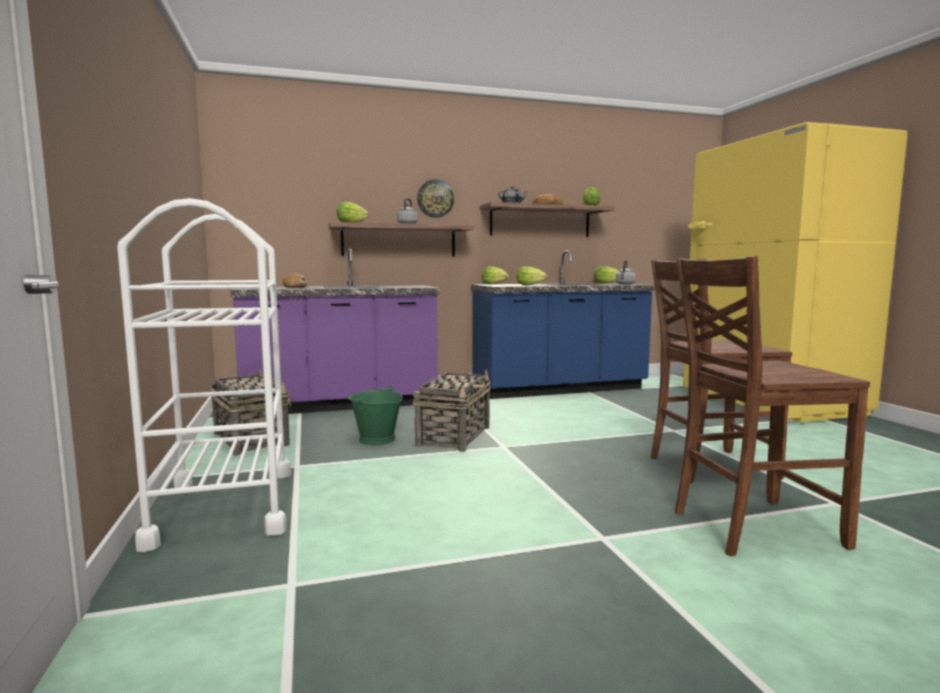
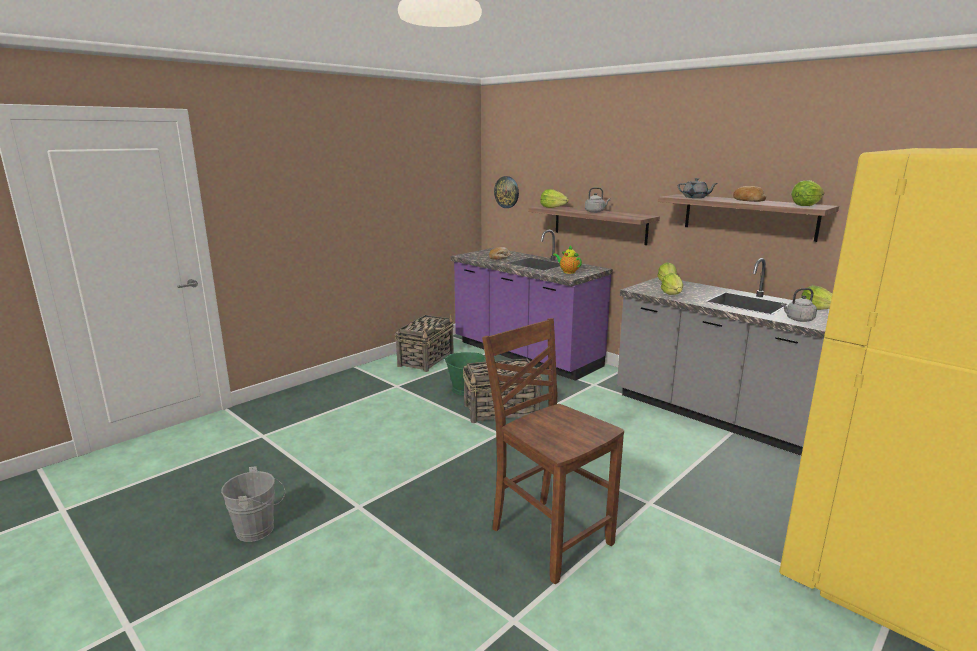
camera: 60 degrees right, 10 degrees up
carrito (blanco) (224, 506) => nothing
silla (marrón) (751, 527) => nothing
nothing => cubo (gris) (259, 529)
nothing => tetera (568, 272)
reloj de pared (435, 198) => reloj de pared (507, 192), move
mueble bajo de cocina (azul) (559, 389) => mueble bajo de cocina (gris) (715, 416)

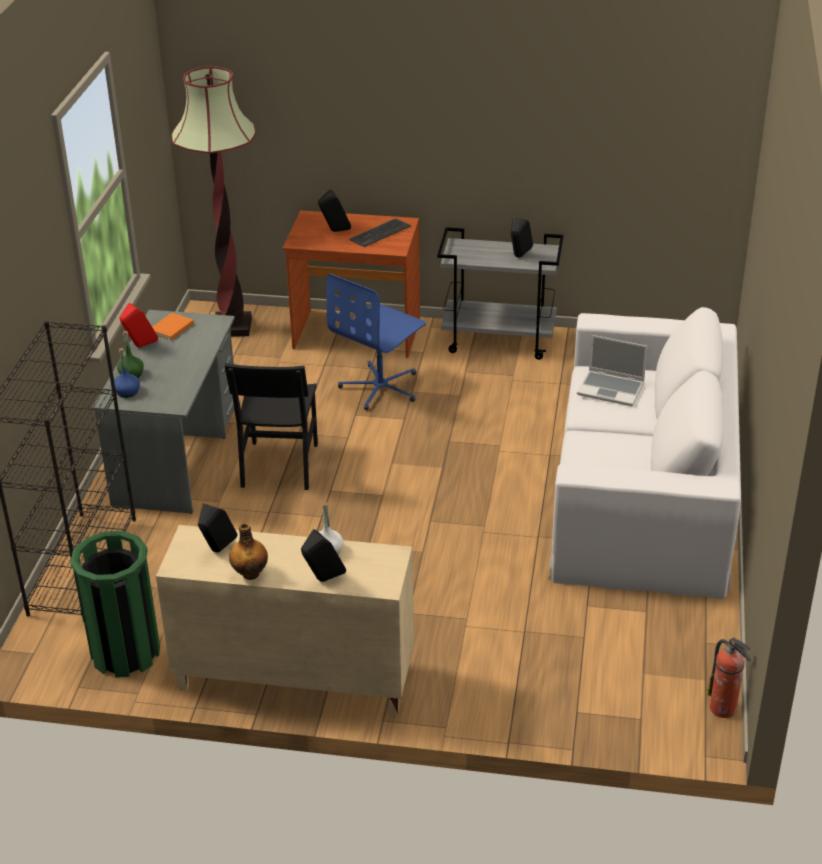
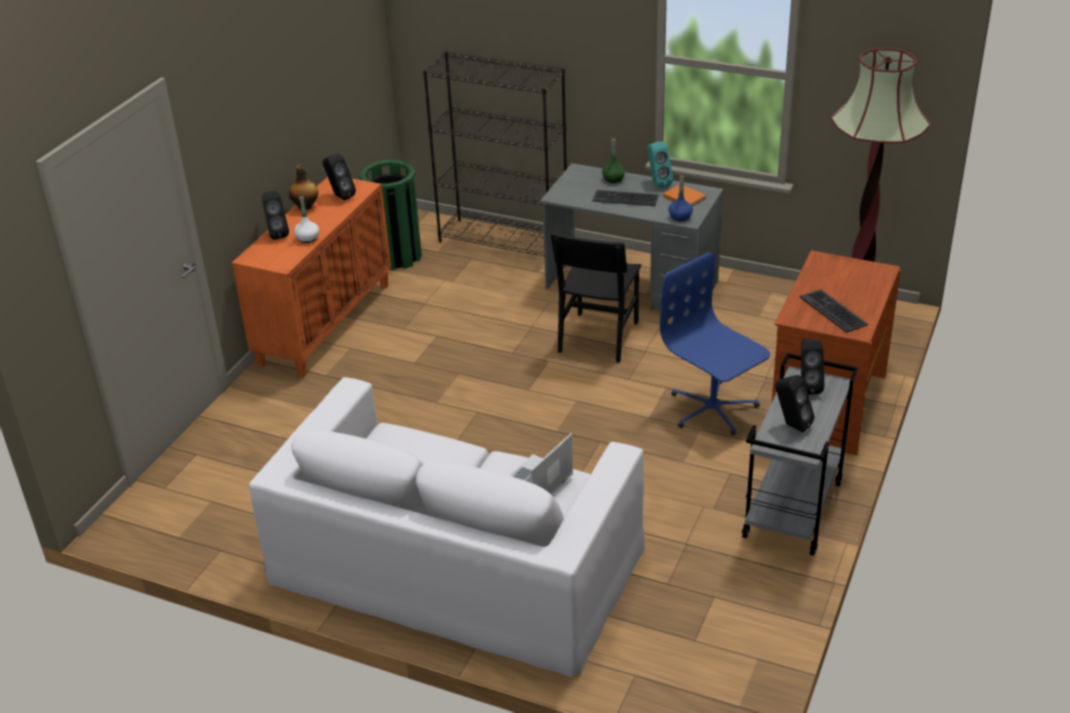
camera: 105 degrees right, 0 degrees up
extintor (724, 709) => nothing
nothing => teclado (625, 198)
botella (azul) (127, 392) => botella (azul) (680, 217), move
altavoz (negro) (335, 231) => altavoz (negro) (807, 386), move
altavoz (rojo) (140, 347) => altavoz (turquesa) (657, 183)
armario (beis) (293, 678) => armario (naranja) (325, 323)
silla (negro) (279, 465) => silla (negro) (598, 337), 90 degrees counterclockwise

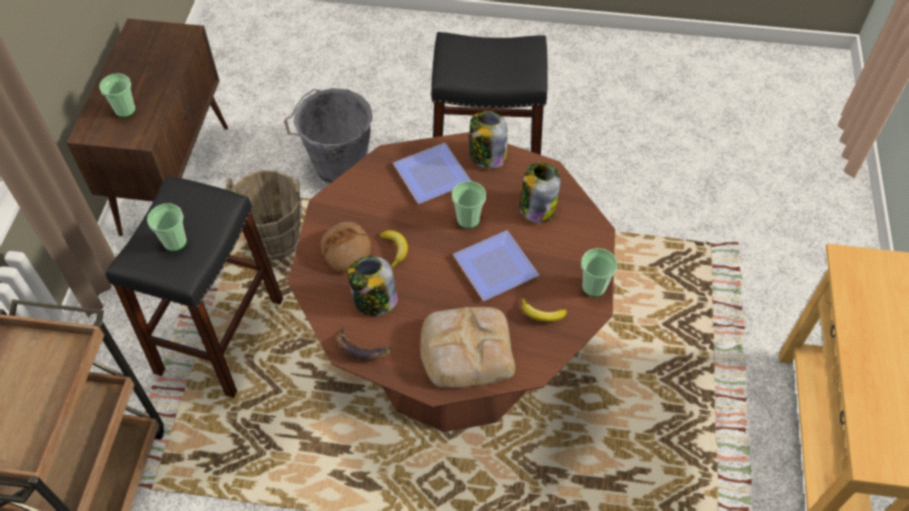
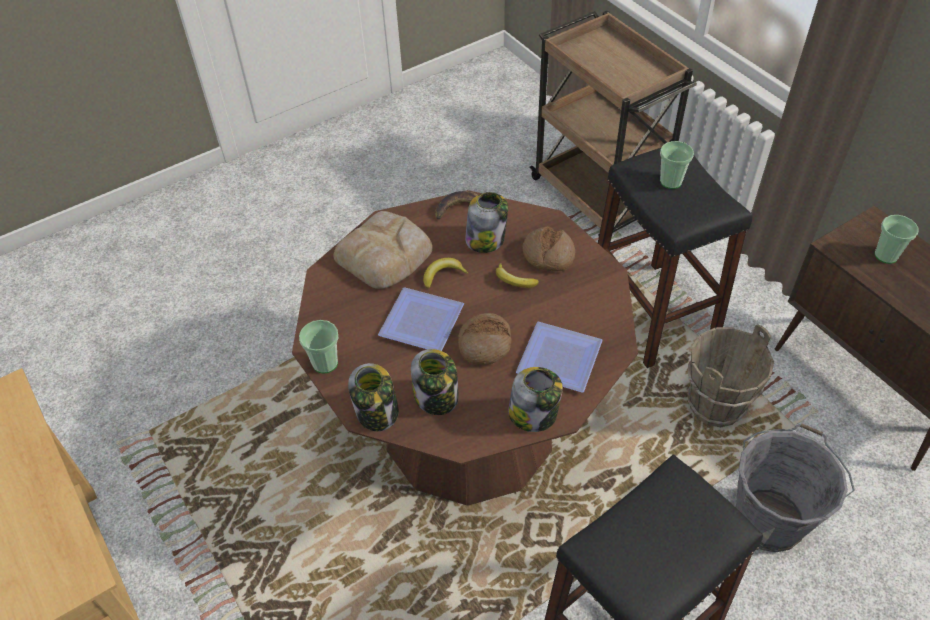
camera: 140 degrees right, 5 degrees down
nothing => tarro (377, 412)
plátano (541, 314) => plátano (443, 275), move
taza (468, 219) => pan (484, 344)

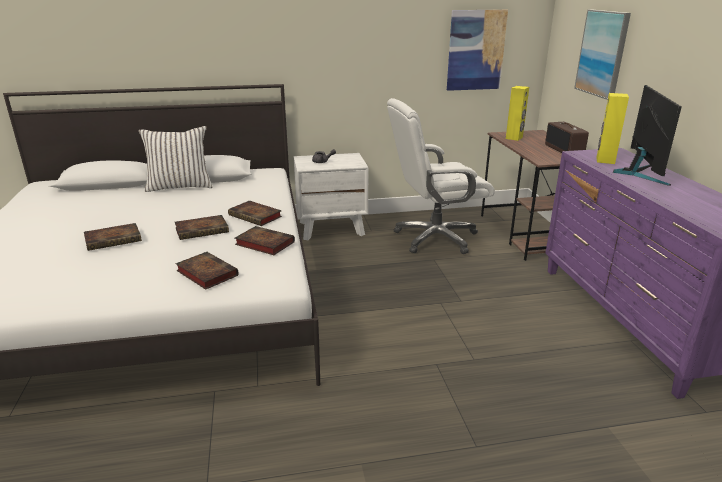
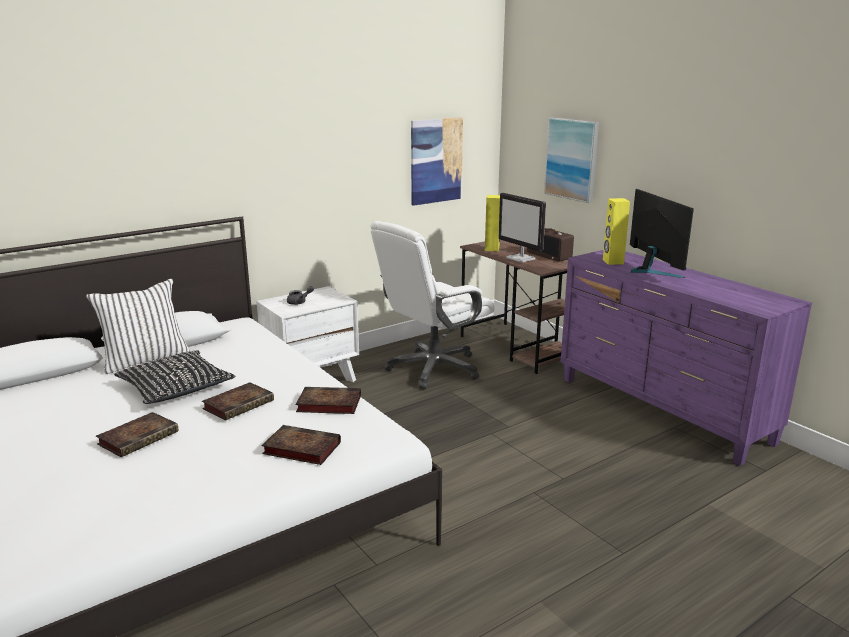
camera: 25 degrees left, 5 degrees down
libro (256, 216) => nothing
nothing => cojín (negro) (175, 387)
nothing => monitor (521, 258)

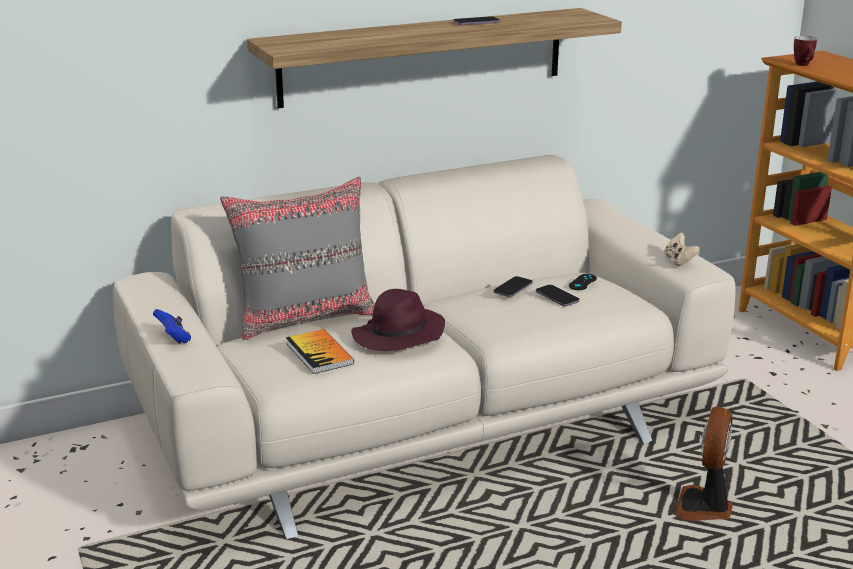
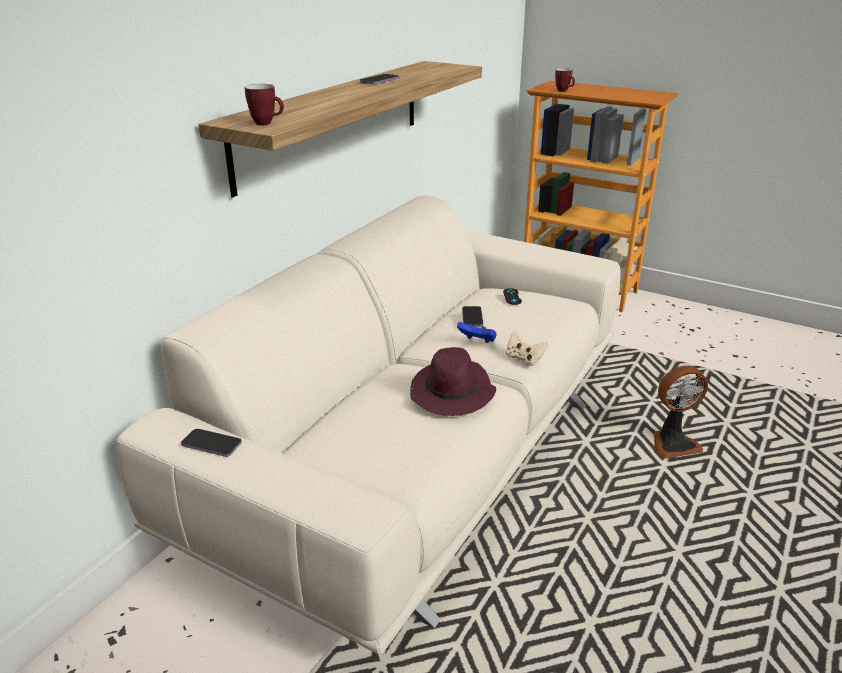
camera: 35 degrees left, 5 degrees up
cojín (gris) (305, 317) => nothing
libro (319, 353) => nothing
nothing => taza grande (267, 123)
mando de consola (azul) (174, 339) => mando de consola (azul) (477, 341), move
móvil (557, 297) => móvil (211, 444), move
mando de consola (beis) (679, 261) => mando de consola (beis) (524, 359), move
ventilador (704, 507) => ventilador (672, 444), 90 degrees counterclockwise

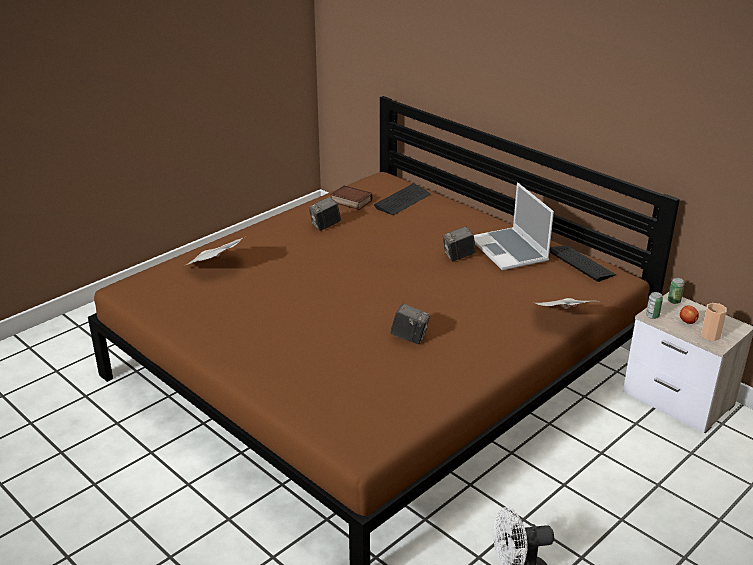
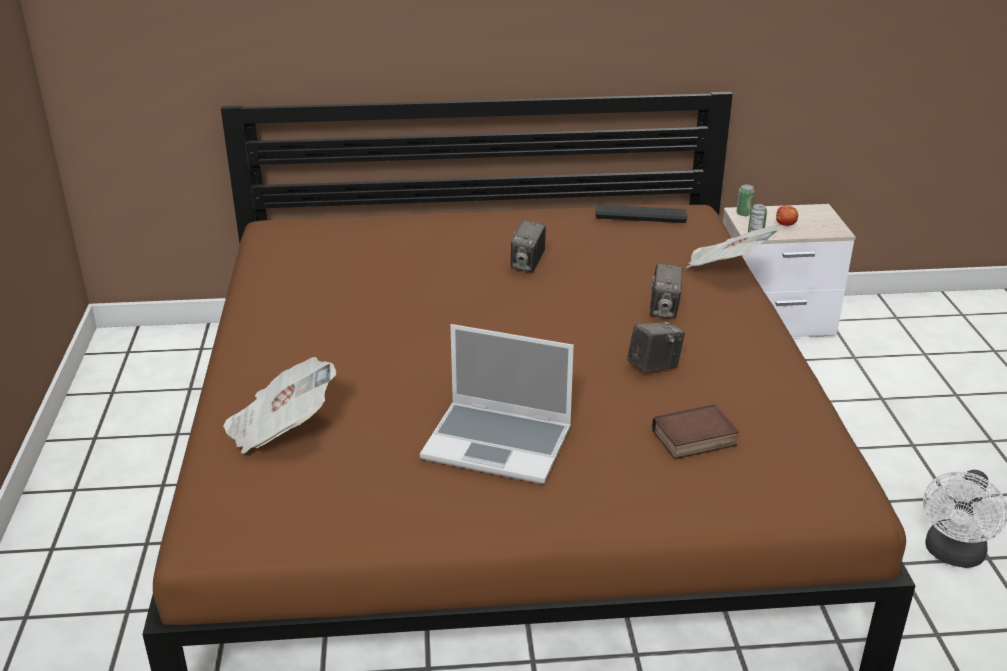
camera: 50 degrees left, 0 degrees up
teclado (402, 201) => nothing
taza (710, 335) => nothing
cámara (325, 226) => cámara (664, 310), move
libro (350, 201) => libro (694, 440), move
portátil (510, 251) => portátil (500, 443), move

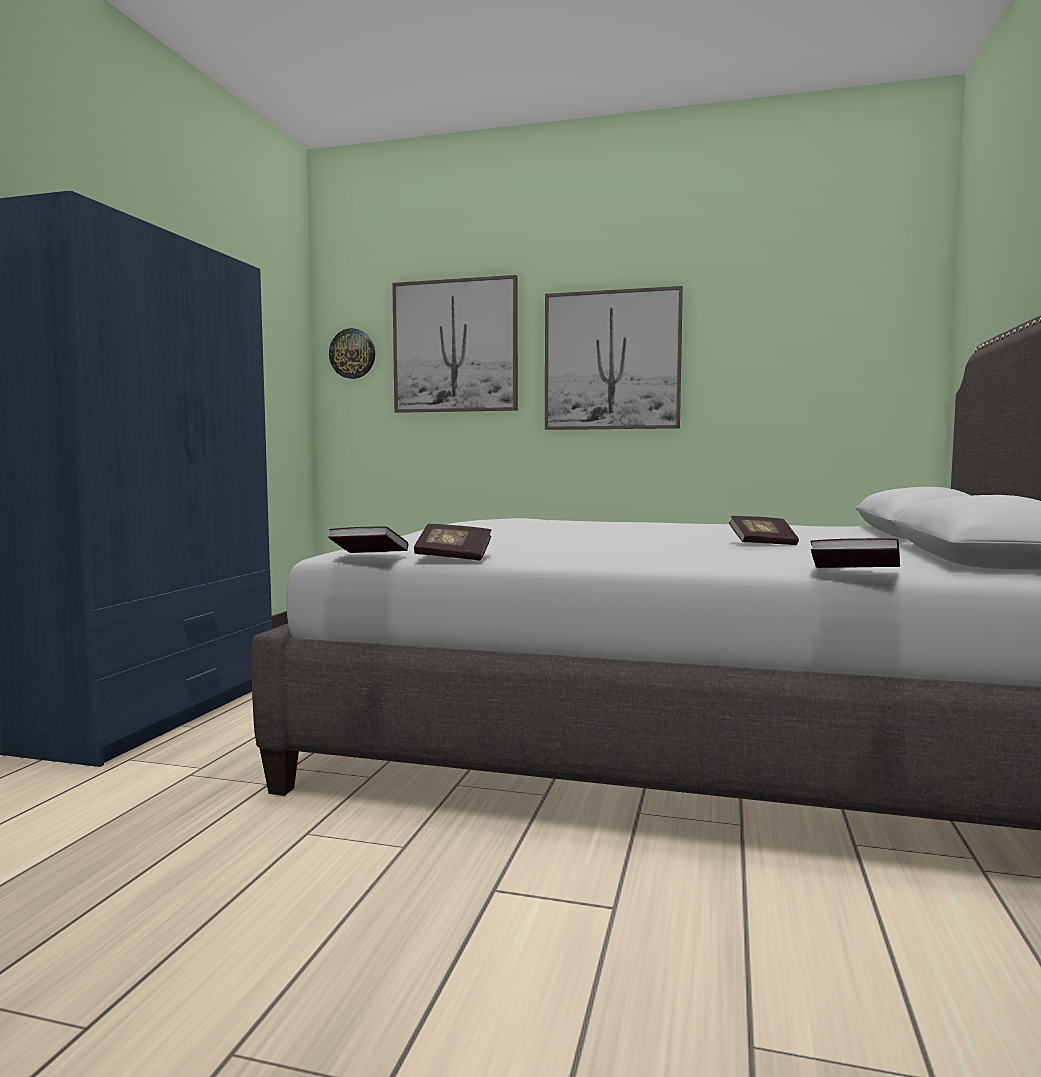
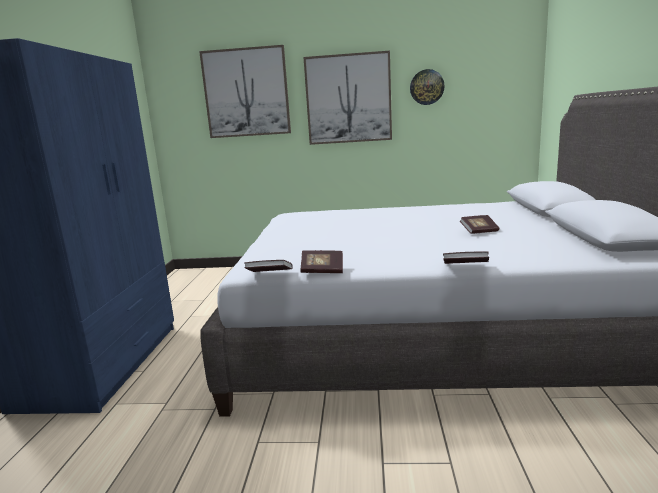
camera: 10 degrees left, 10 degrees up
reloj de pared (352, 353) => reloj de pared (426, 87), move
libro (854, 572) => libro (465, 267), move

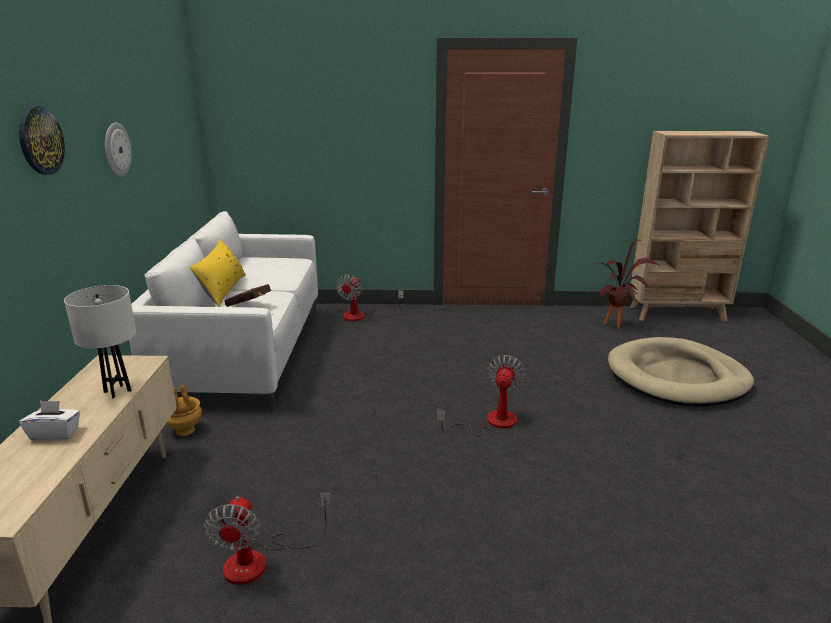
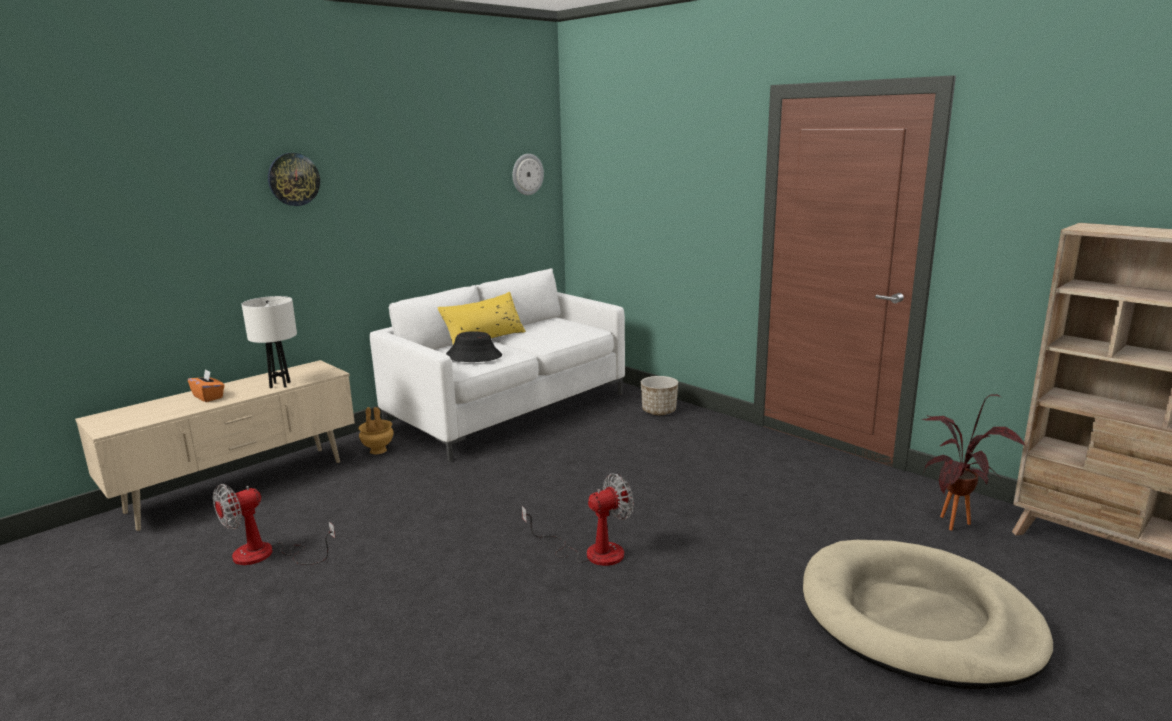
camera: 45 degrees right, 5 degrees down
reloj de pared (116, 149) => reloj de pared (527, 174), move
libro (rojo) (250, 306) => sombrero (negro) (473, 356)
ventilador (362, 316) => maceta (659, 411)
caja de pañuelos (blanco) (55, 434) => caja de pañuelos (naranja) (208, 397)

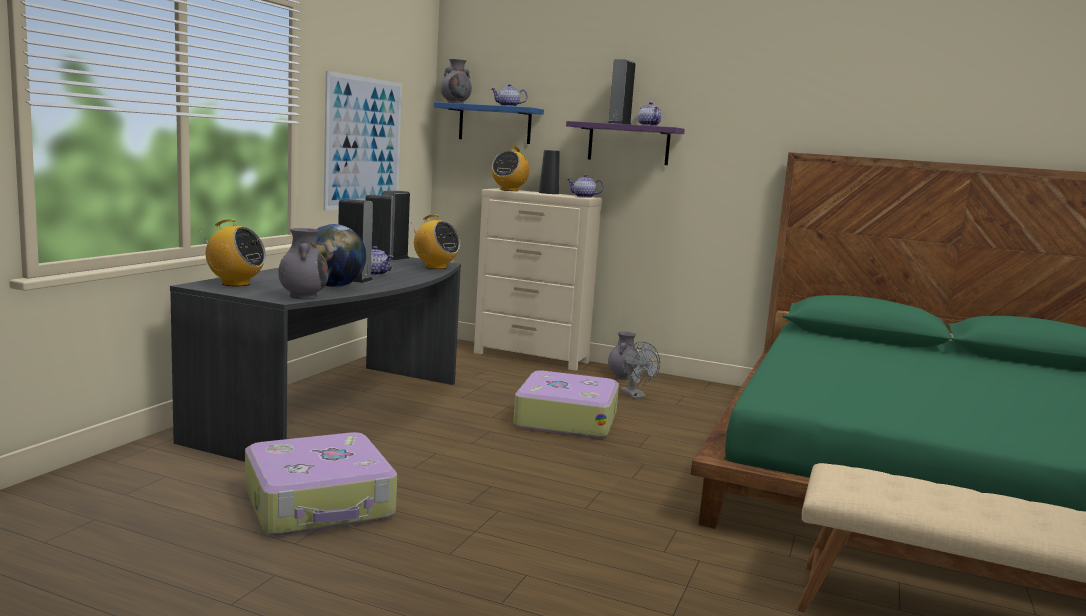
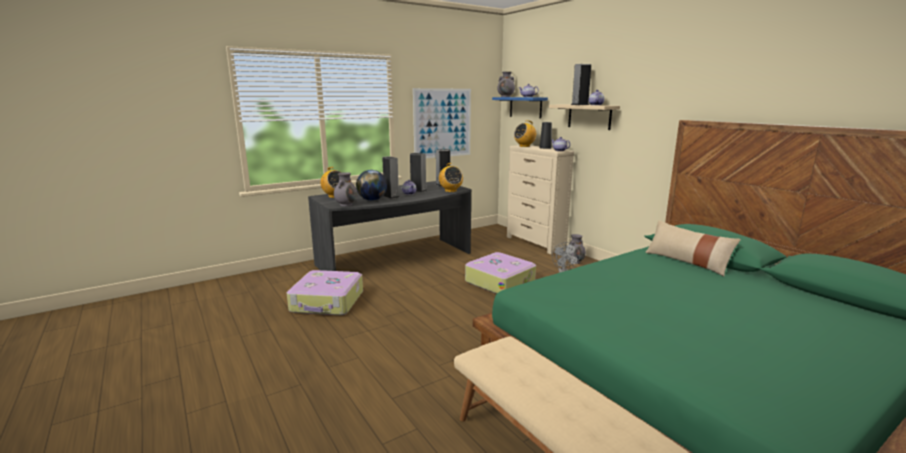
camera: 35 degrees right, 5 degrees up
nothing => cojín (beis) (687, 262)
estante (morado) (628, 144) => estante (beis) (589, 116)

